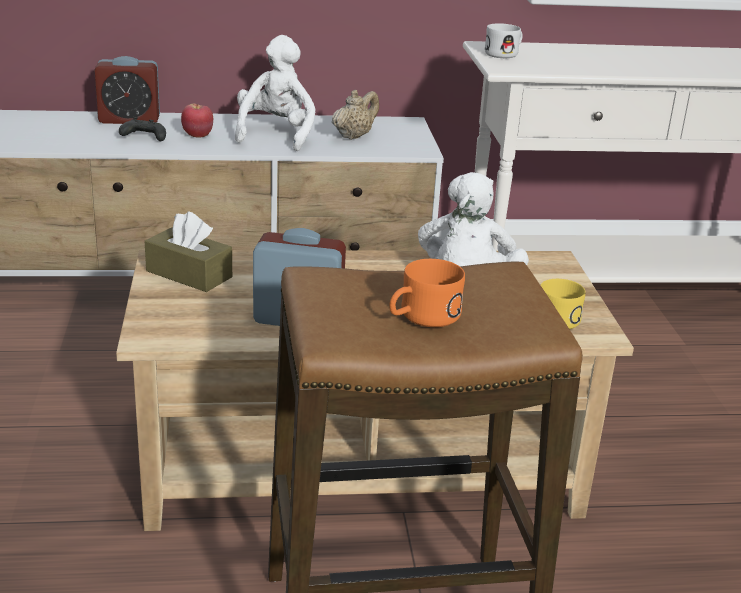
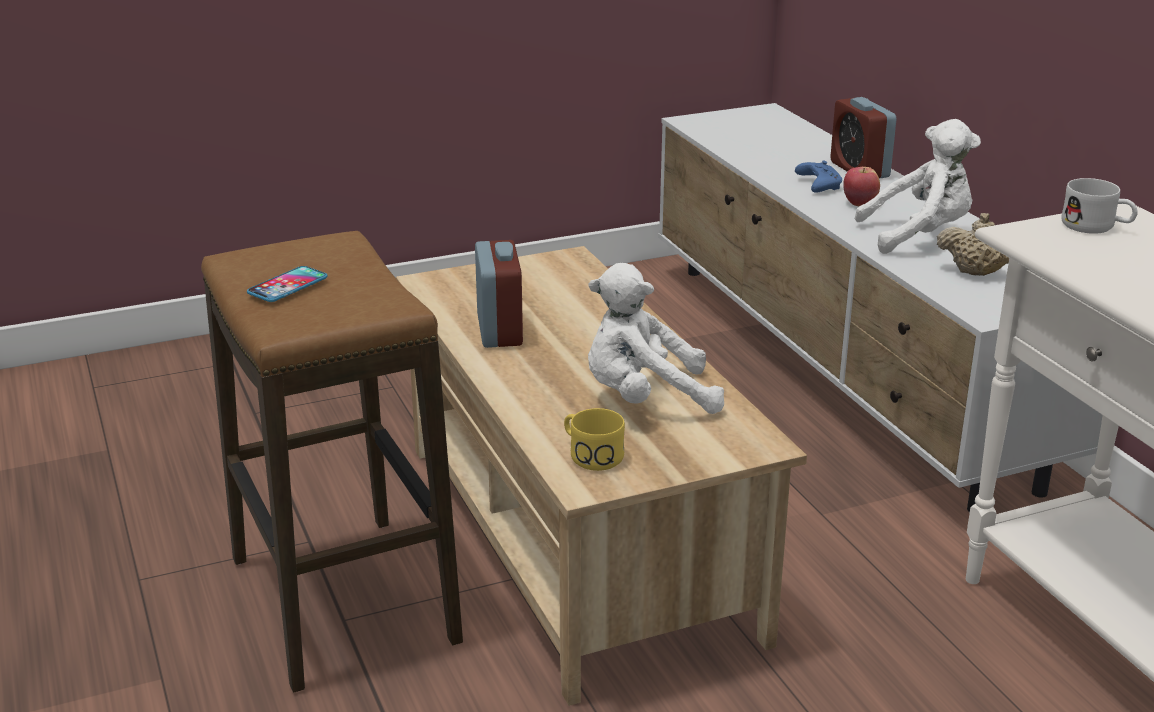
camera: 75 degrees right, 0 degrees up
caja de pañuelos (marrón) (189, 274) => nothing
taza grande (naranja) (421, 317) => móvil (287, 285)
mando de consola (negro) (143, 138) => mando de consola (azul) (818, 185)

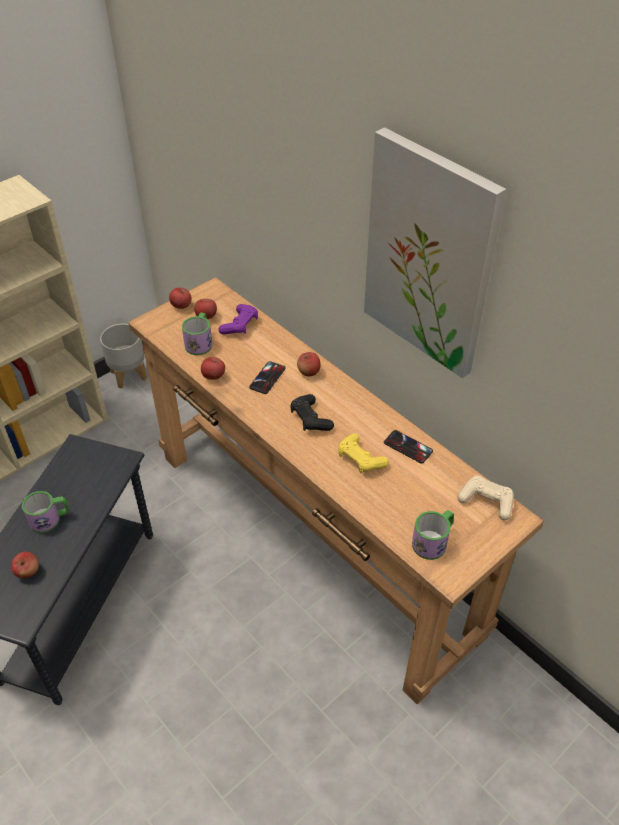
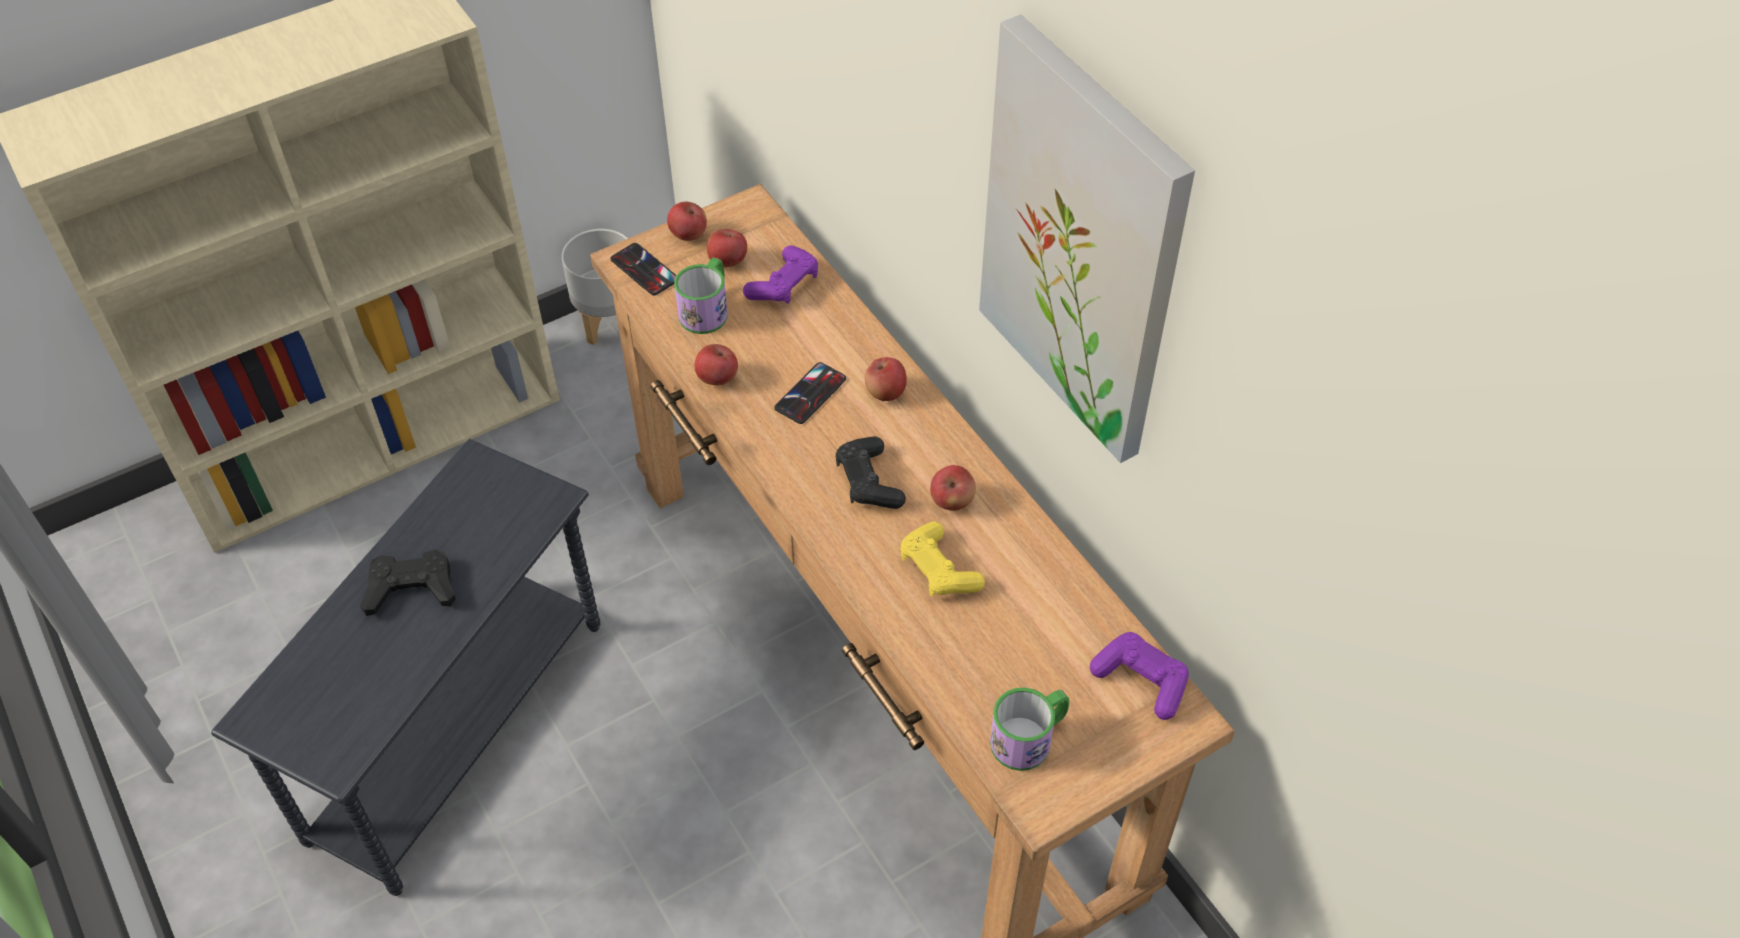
camera: 10 degrees right, 5 degrees up
manzana (28, 572) => manzana (952, 501), move
móvil (408, 447) => móvil (644, 270), move
taza grande (50, 519) => mando de consola (negro) (411, 588)
mando de consola (beis) (486, 502) => mando de consola (morado) (1141, 680)

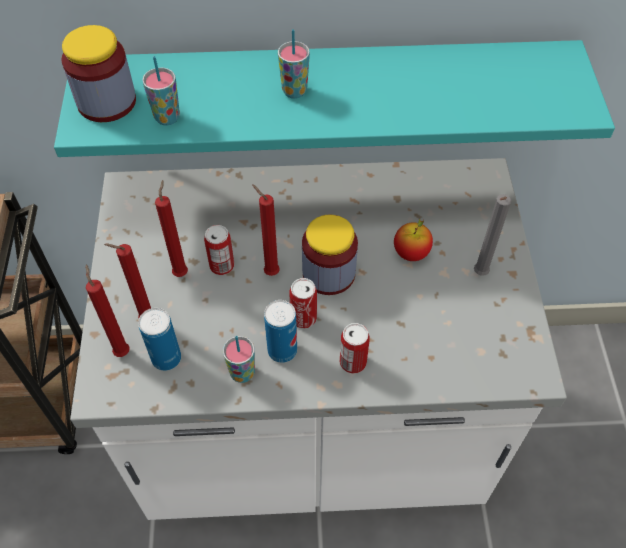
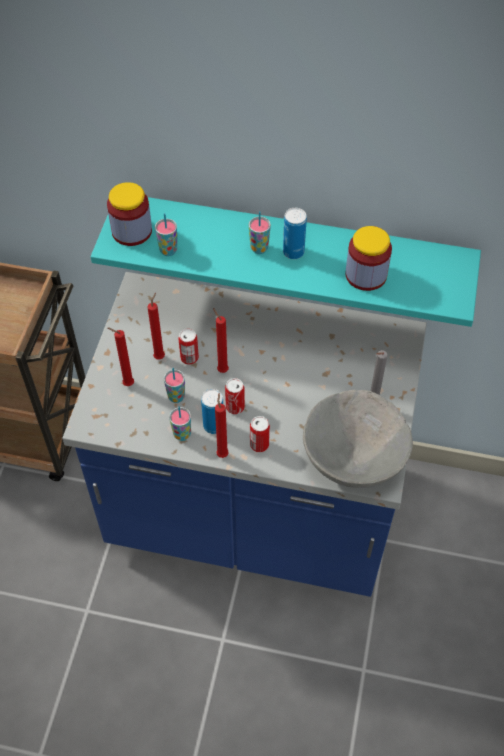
camera: 15 degrees right, 0 degrees up
manzana (411, 253) => nothing
nothing => taza (176, 397)
nothing => cuenco (gris) (353, 462)
vela (rojo) (122, 350) => vela (rojo) (222, 453), move
lata (166, 358) => lata (293, 252), move
tarro (328, 273) => tarro (366, 275), move
mueble bajo de cocina (blanco) (313, 433) => mueble bajo de cocina (azul) (252, 512)

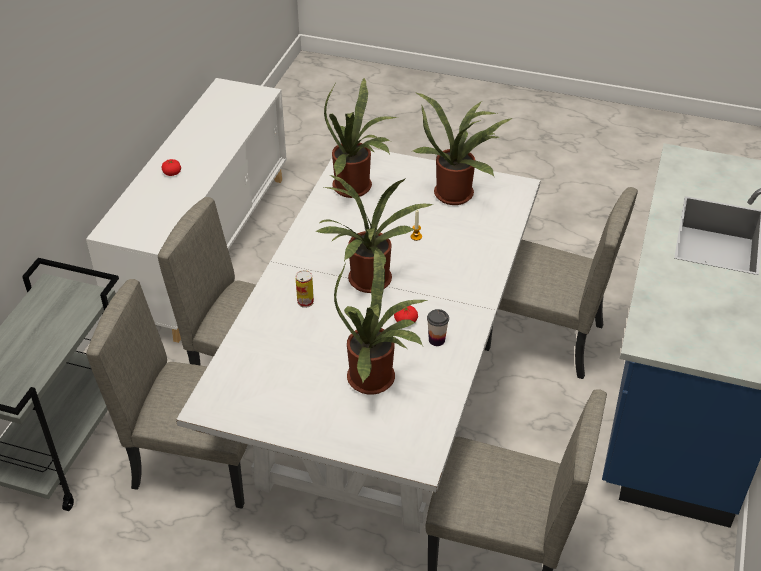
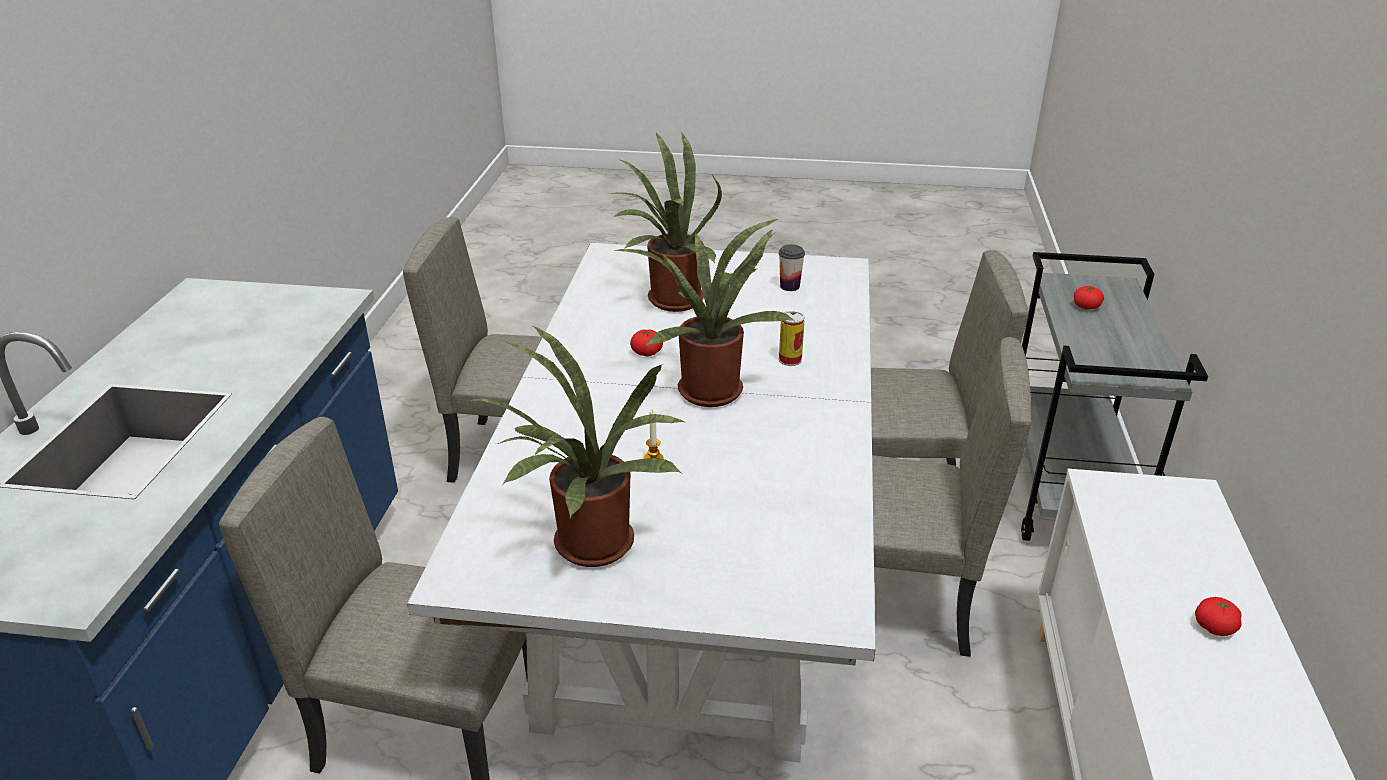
camera: 170 degrees right, 10 degrees down
planta en maceta (356, 188) => nothing
nothing => tomate (1086, 307)
taza (436, 340) => taza (789, 286), move

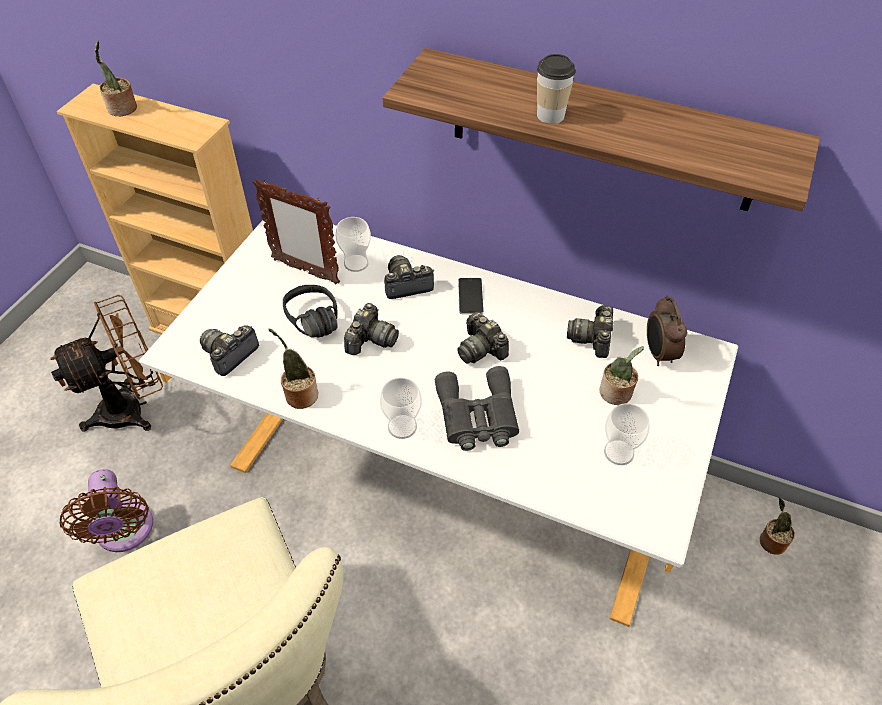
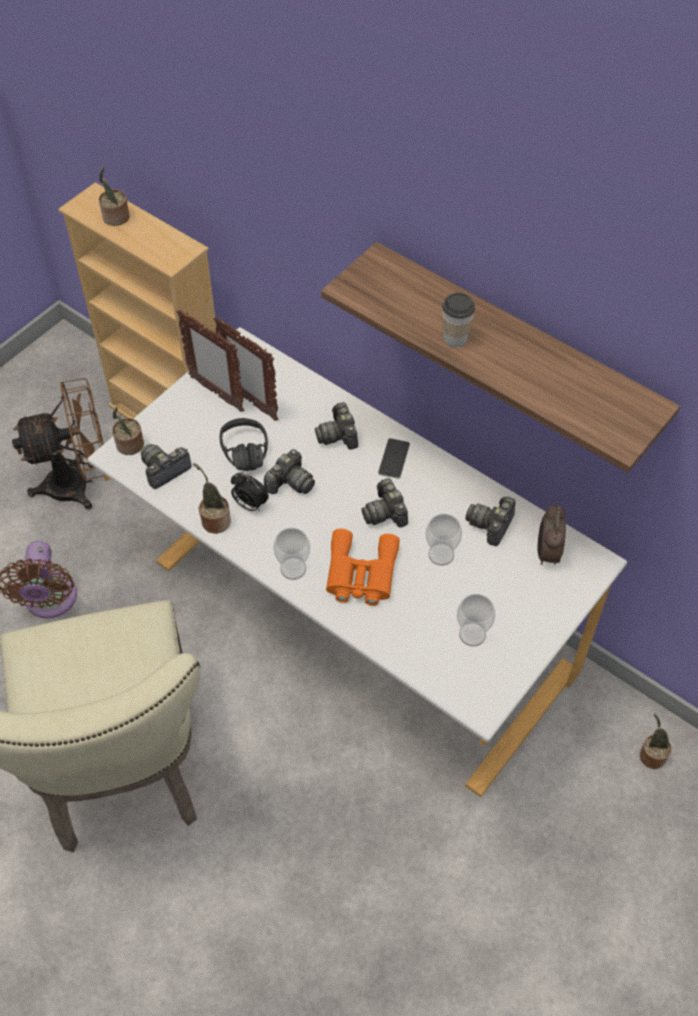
camera: 15 degrees right, 5 degrees up
nothing => portarretratos (216, 393)
nothing => despertador (250, 505)
taza (356, 263) => taza (441, 555), move
planta en maceta (616, 394) => planta en maceta (129, 446), move
prismáticos (gris) (477, 416) => prismáticos (naranja) (360, 574)
cámara (406, 285) => cámara (338, 435), 105 degrees counterclockwise

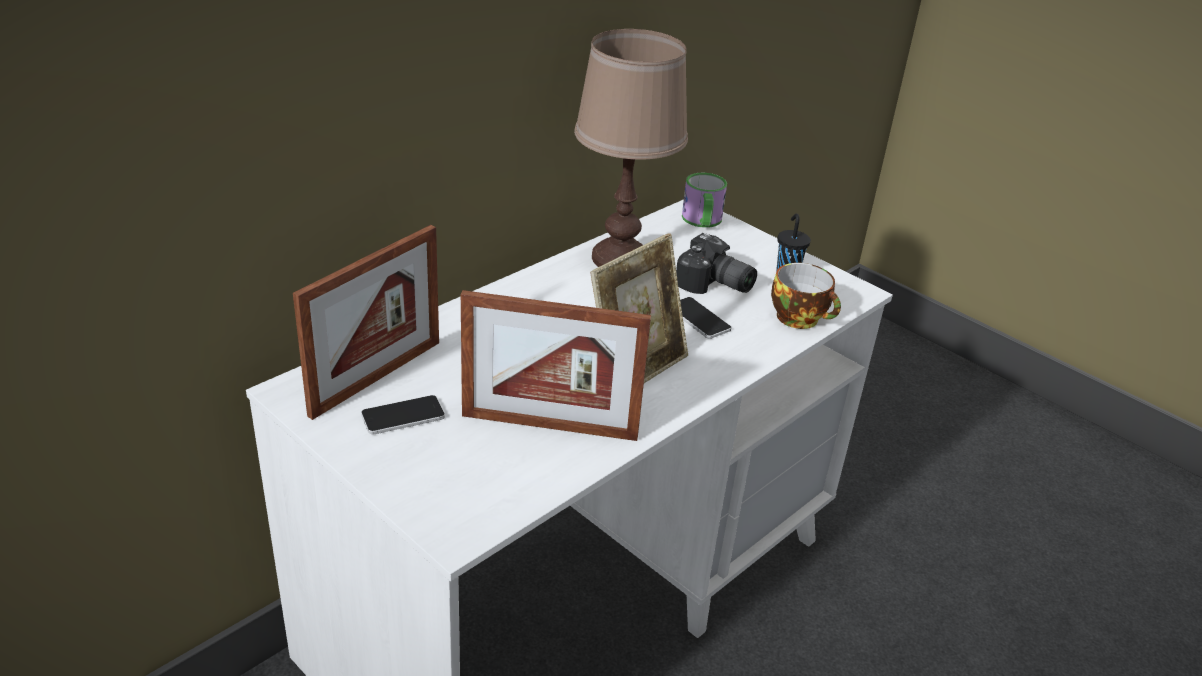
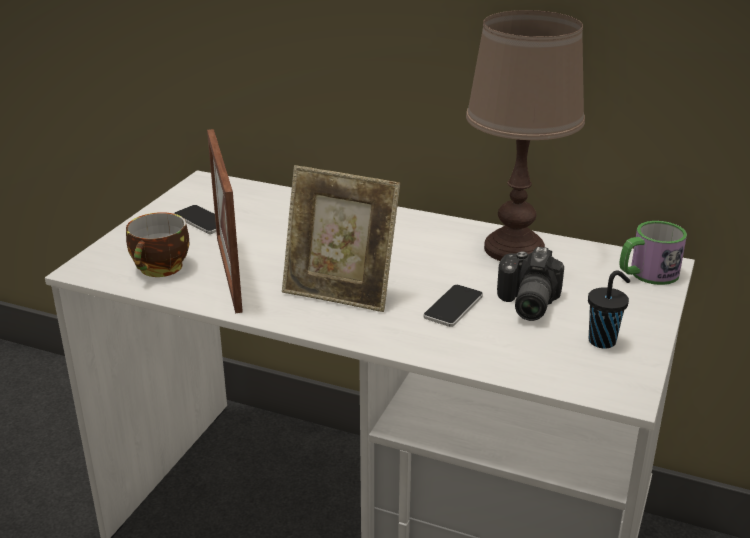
camera: 70 degrees right, 5 degrees down
portarretratos (376, 378) => nothing
taza (801, 318) => taza (161, 269), move

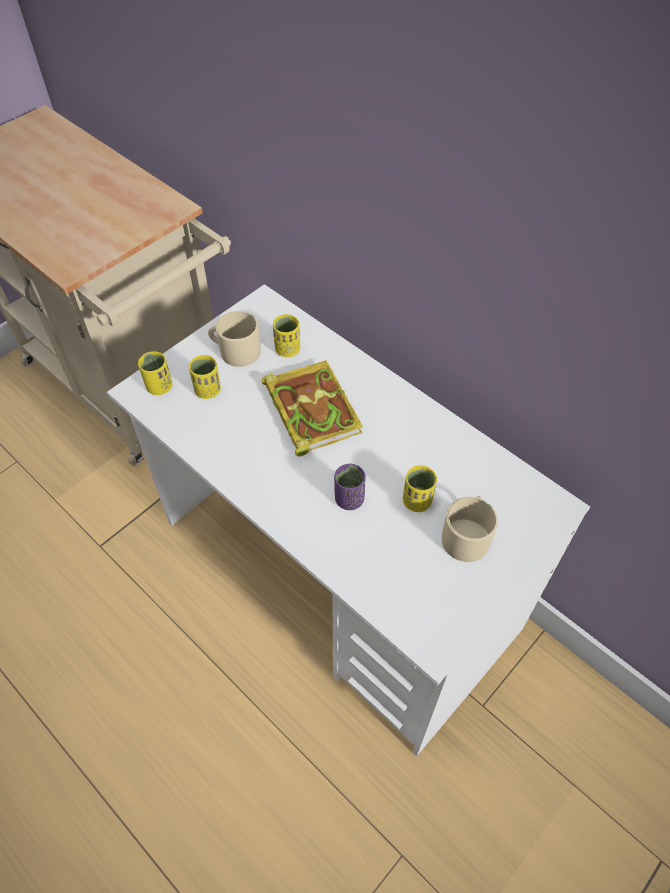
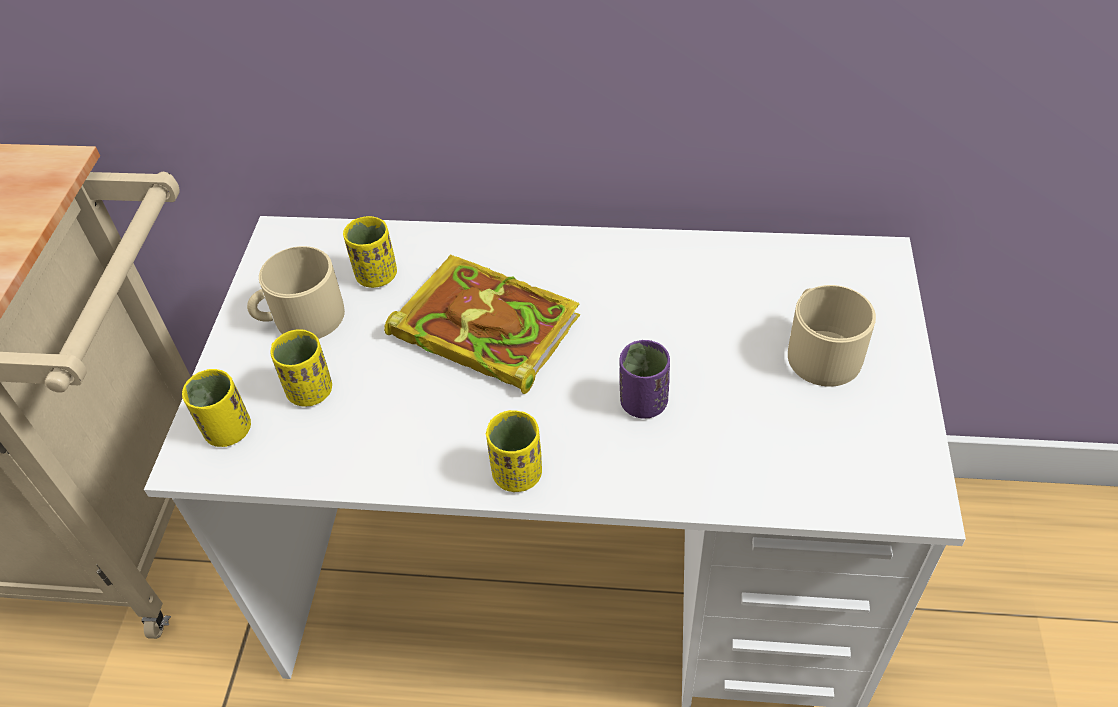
camera: 35 degrees left, 5 degrees down
taza (amarillo) (417, 501) => taza (amarillo) (517, 474), move

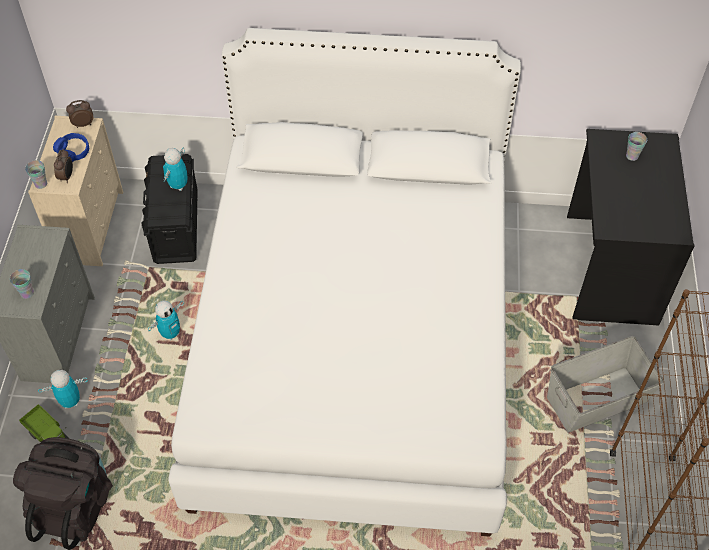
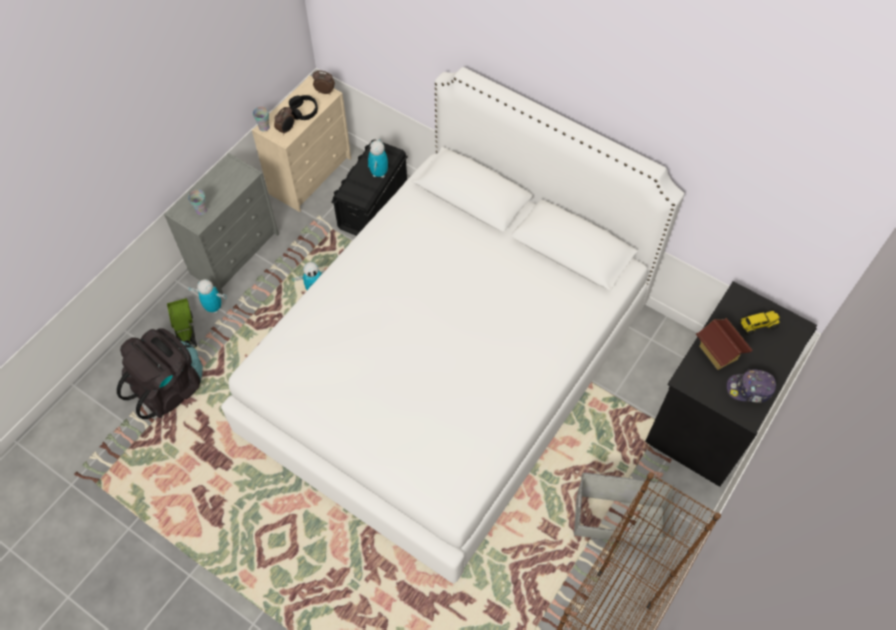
camera: 30 degrees right, 5 degrees up
nothing => casita (718, 353)
nothing => gorra (750, 389)
taza (632, 156) => camión de juguete (757, 325)
auriculares (azul) (73, 152) => auriculares (negro) (303, 111)
robot de juguete (178, 185) => robot de juguete (379, 173), 45 degrees counterclockwise

